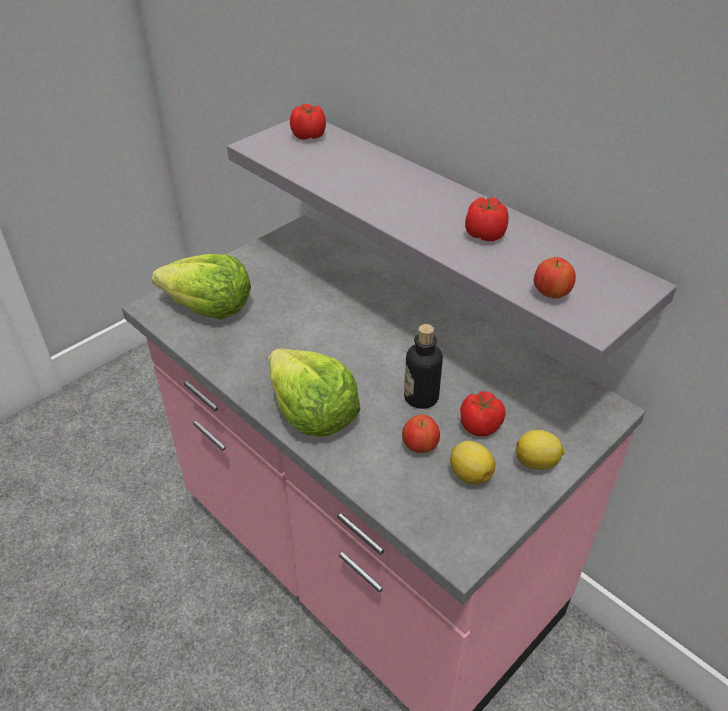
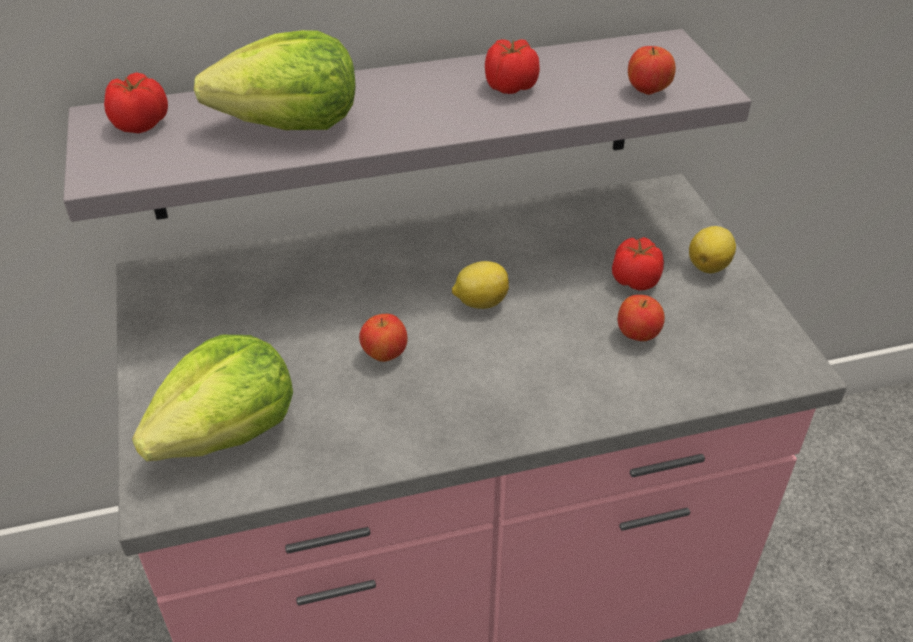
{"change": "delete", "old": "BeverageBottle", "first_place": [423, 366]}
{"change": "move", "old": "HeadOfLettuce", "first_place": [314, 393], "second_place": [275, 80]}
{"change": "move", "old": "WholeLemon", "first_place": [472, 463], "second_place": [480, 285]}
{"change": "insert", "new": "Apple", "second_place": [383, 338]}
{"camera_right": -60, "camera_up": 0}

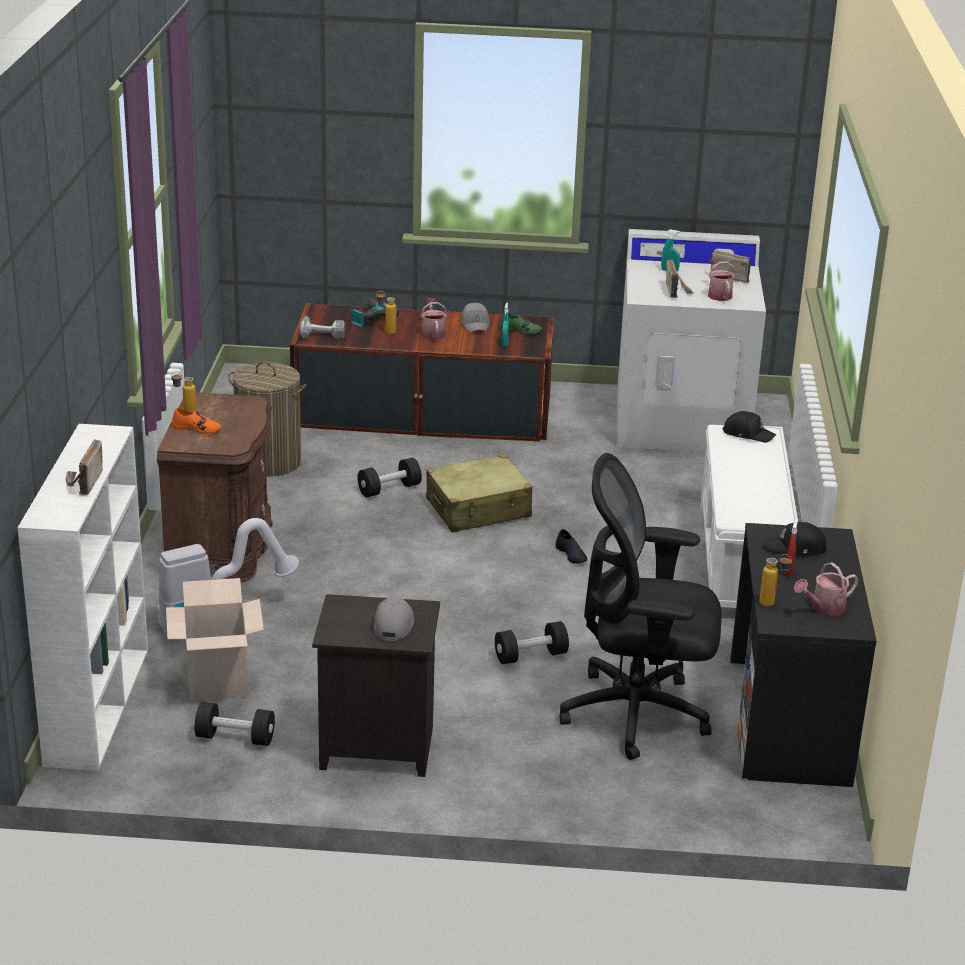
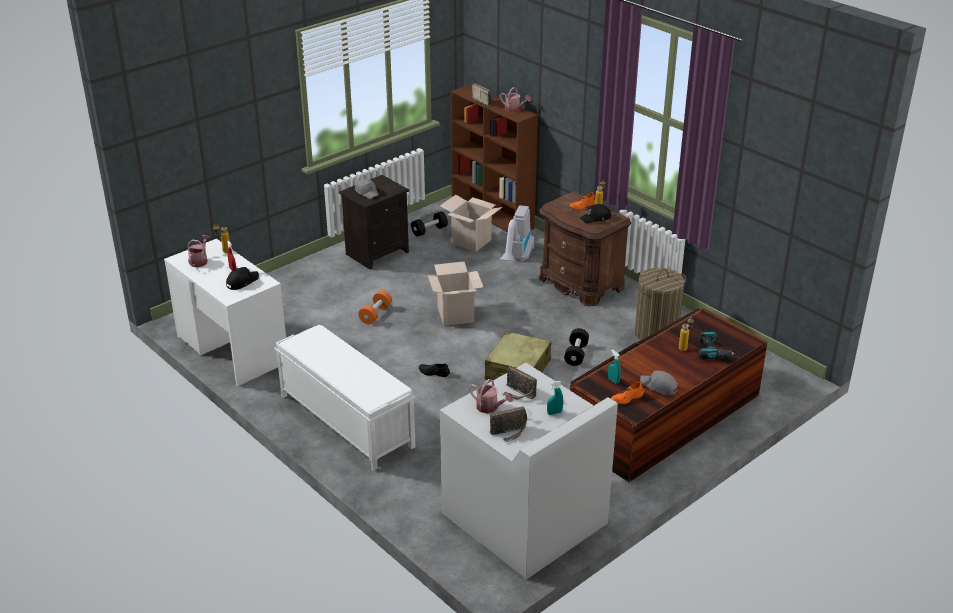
{"change": "move", "old": "SprinklingCan", "first_place": [434, 319], "second_place": [515, 99]}
{"change": "recolor", "old": "GreenLowShoe", "new": "OrangeColouredLowShoe", "first_place": [520, 324], "second_place": [627, 393]}
{"change": "delete", "old": "PowerDrill", "first_place": [322, 327]}
{"change": "move", "old": "BlackPeakedCap", "first_place": [749, 427], "second_place": [595, 213]}
{"change": "recolor", "old": "WhiteColouredShelvingUnit", "new": "BrownColouredShelvingUnit", "first_place": [83, 597], "second_place": [494, 158]}
{"change": "delete", "old": "BlackOfficeChair", "first_place": [641, 606]}
{"change": "recolor", "old": "BlackDeskUnit", "new": "WhiteColouredDeskUnit", "first_place": [803, 655], "second_place": [225, 312]}
{"change": "recolor", "old": "BlackDumbbell", "new": "OrangeColouredDumbbell", "first_place": [532, 642], "second_place": [375, 307]}
{"change": "insert", "new": "CardboardBox", "second_place": [455, 293]}
{"camera_right": 135, "camera_up": 5}

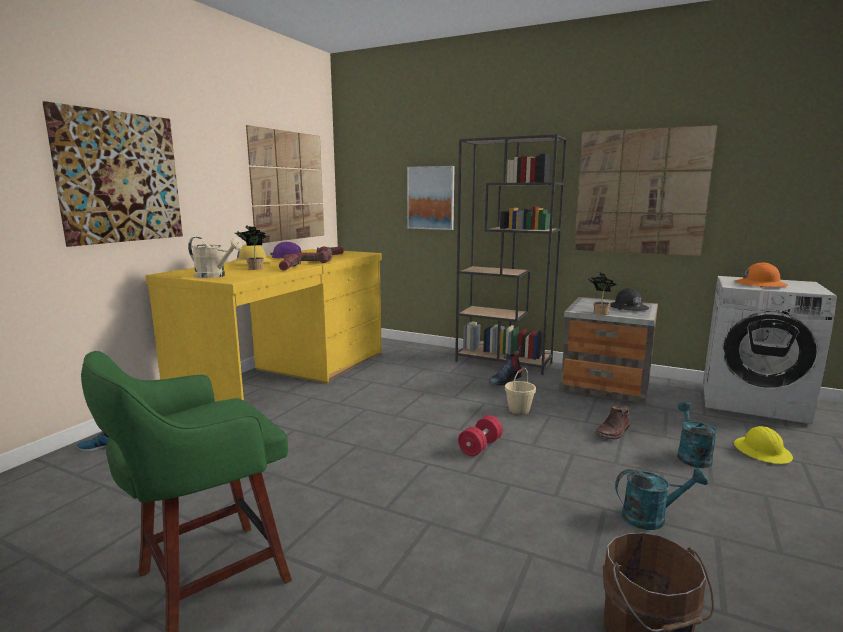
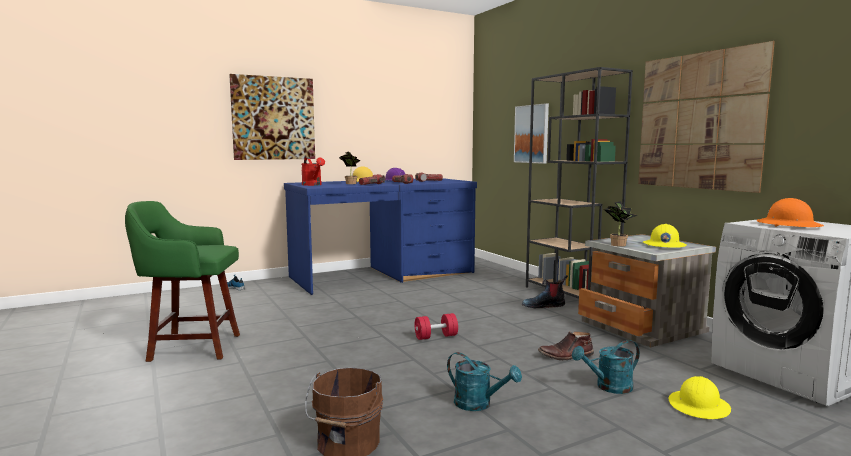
{"change": "delete", "old": "Picture", "first_place": [285, 184]}
{"change": "recolor", "old": "BeigeSprinklingCan", "new": "RedSprinklingCan", "first_place": [215, 257], "second_place": [313, 171]}
{"change": "recolor", "old": "YellowColouredDeskUnit", "new": "BluishDeskUnit", "first_place": [263, 325], "second_place": [380, 236]}
{"change": "recolor", "old": "BlackHardHat", "new": "YellowColouredHardHat", "first_place": [629, 299], "second_place": [665, 236]}
{"change": "delete", "old": "BeigePail", "first_place": [520, 391]}
{"change": "rotate", "old": "BlueGreenSprinklingCan", "first_place": [697, 435], "second_place": [606, 367], "degrees": -150}
{"camera_right": 35, "camera_up": -5}

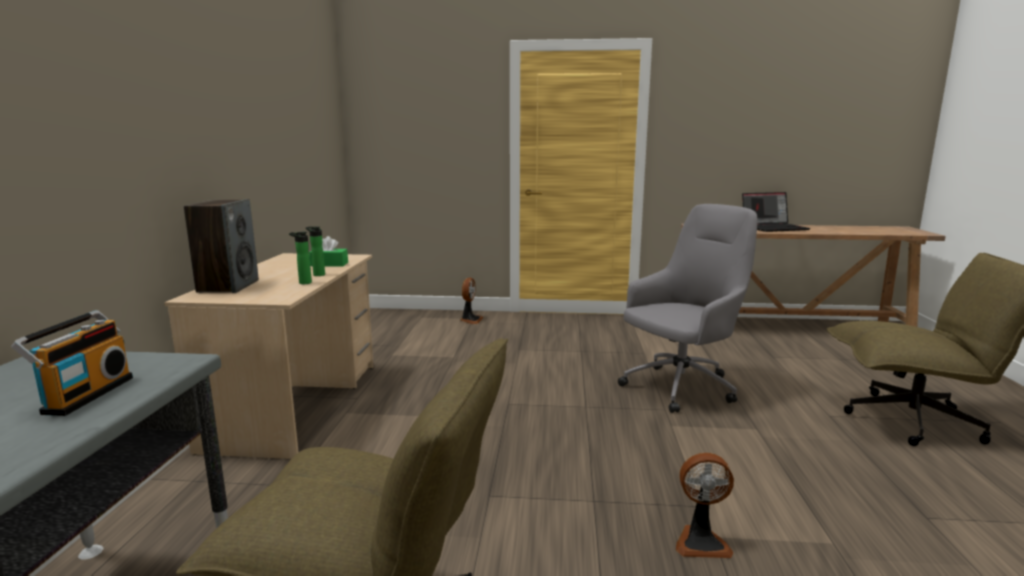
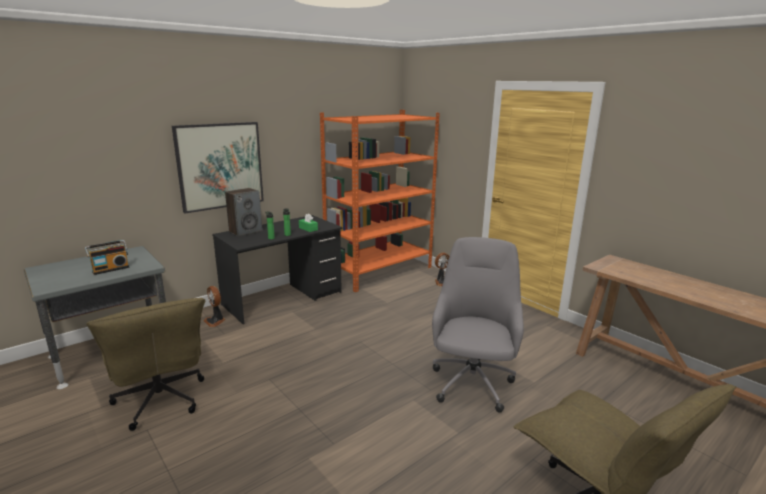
{"change": "delete", "old": "NotebookComputer", "first_place": [776, 212]}
{"change": "rotate", "old": "GreyOfficeChair", "first_place": [687, 308], "second_place": [478, 325], "degrees": -90}
{"change": "recolor", "old": "BeigeDeskUnit", "new": "BlackDeskUnit", "first_place": [268, 356], "second_place": [277, 269]}
{"change": "move", "old": "Fan", "first_place": [705, 505], "second_place": [214, 306]}
{"change": "insert", "new": "OrangeColouredShelvingUnit", "second_place": [380, 201]}
{"change": "insert", "new": "Picture", "second_place": [218, 168]}
{"camera_right": 45, "camera_up": 5}

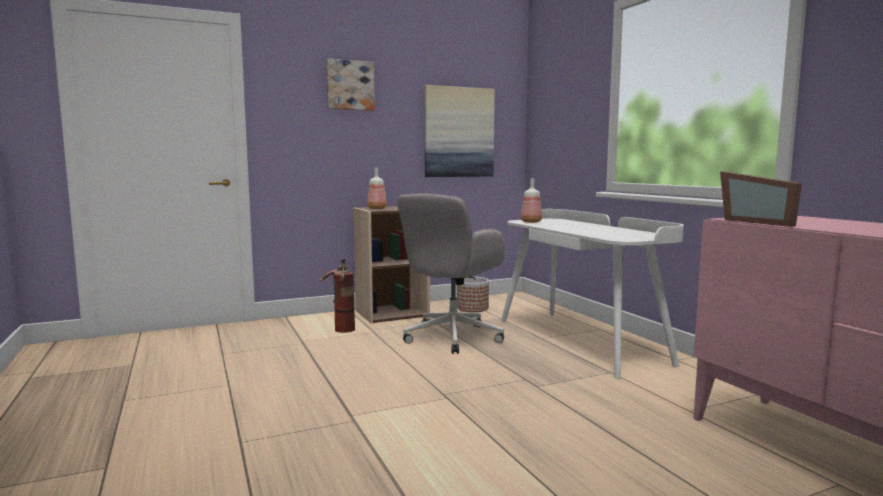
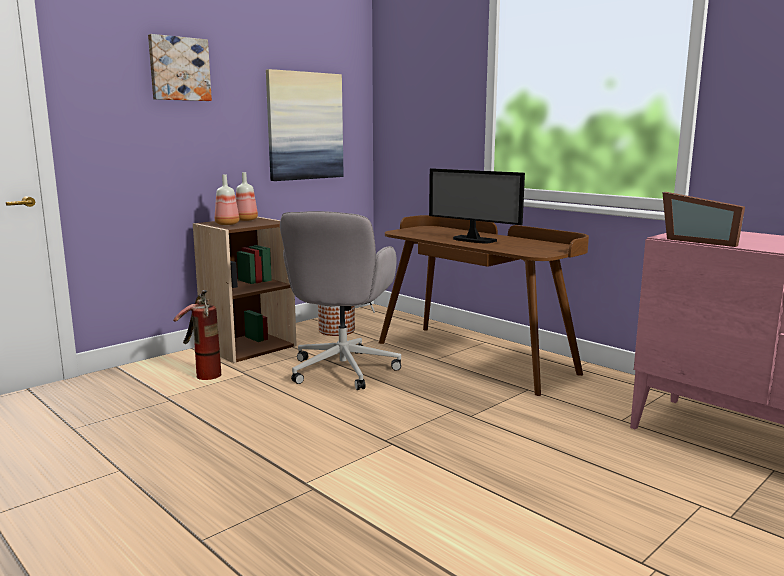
{"change": "move", "old": "BeverageBottle", "first_place": [531, 201], "second_place": [247, 196]}
{"change": "recolor", "old": "WhiteColouredDeskUnit", "new": "BrownColouredDeskUnit", "first_place": [592, 294], "second_place": [484, 305]}
{"change": "insert", "new": "Monitor", "second_place": [477, 205]}
{"camera_right": -20, "camera_up": 5}

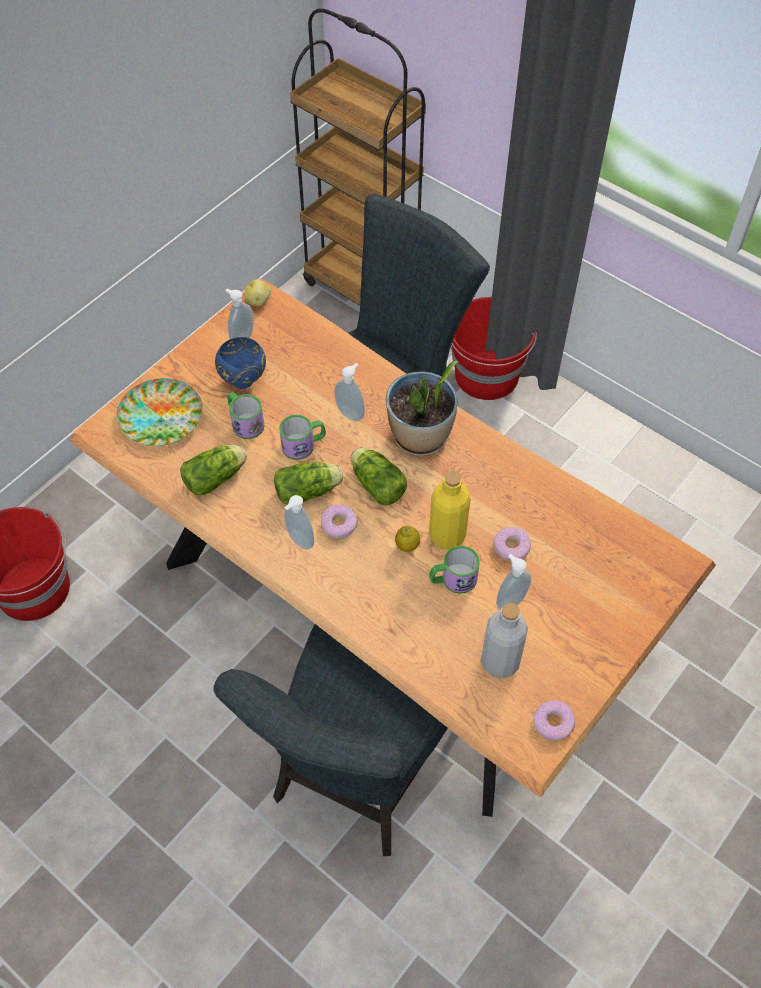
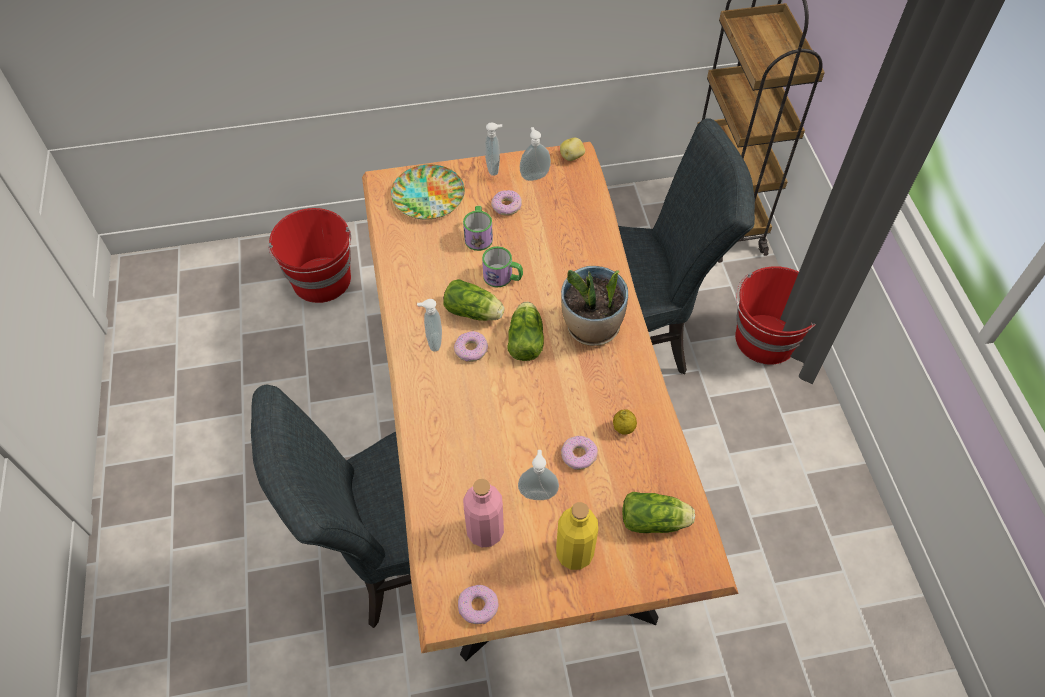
{"change": "replace", "old": "BluishBowl", "new": "RingDoughnut", "first_place": [240, 363], "second_place": [506, 203]}
{"change": "move", "old": "SoapBottle", "first_place": [349, 392], "second_place": [493, 149]}
{"change": "move", "old": "HeadOfLettuce", "first_place": [213, 470], "second_place": [658, 512]}
{"change": "move", "old": "YellowColouredBeverageBottle", "first_place": [449, 510], "second_place": [577, 536]}
{"change": "move", "old": "WholeLemon", "first_place": [407, 539], "second_place": [625, 422]}
{"change": "delete", "old": "TeaMug", "first_place": [454, 570]}
{"change": "recolor", "old": "GreyBeverageBottle", "new": "PinkishBeverageBottle", "first_place": [504, 641], "second_place": [483, 513]}
{"camera_right": 40, "camera_up": 0}

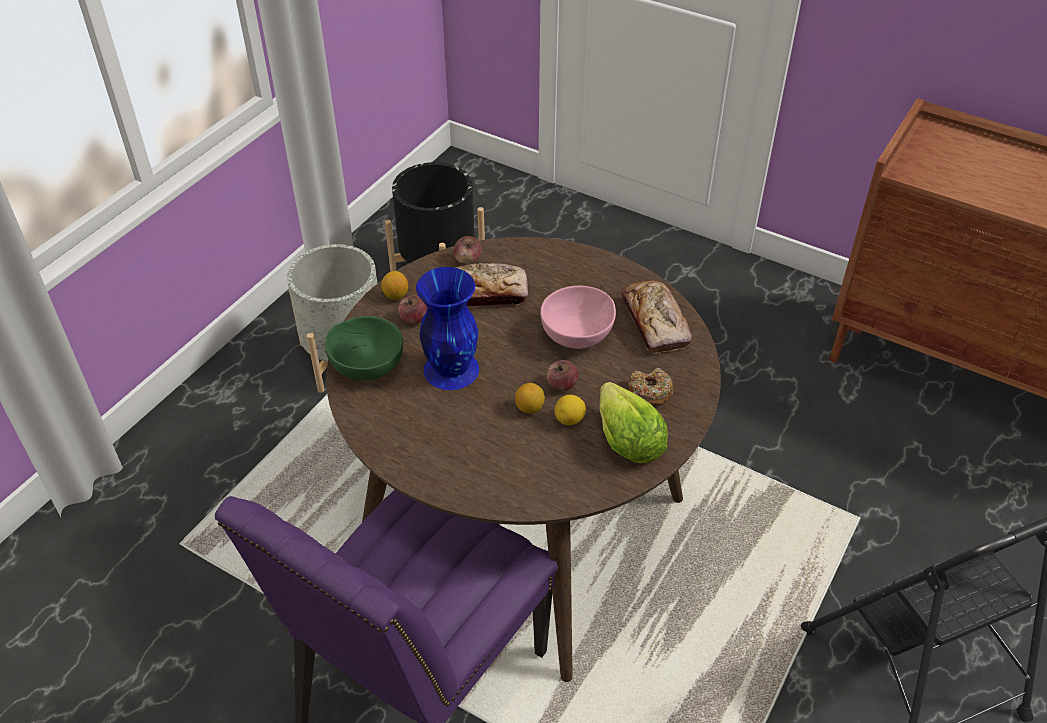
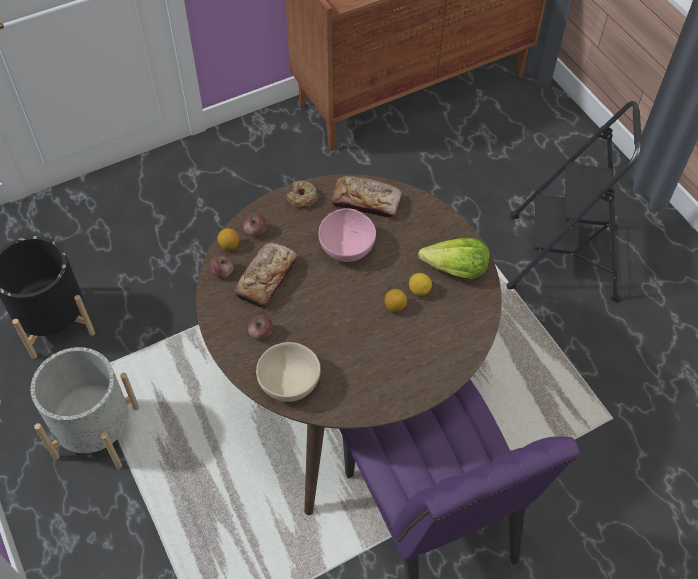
{"change": "delete", "old": "BluishDecorativeVase", "first_place": [447, 328]}
{"change": "move", "old": "WholeLemon", "first_place": [394, 285], "second_place": [228, 239]}
{"change": "recolor", "old": "GreenBowl", "new": "BeigeBowl", "first_place": [364, 348], "second_place": [288, 372]}
{"change": "move", "old": "Apple", "first_place": [562, 375], "second_place": [255, 225]}
{"change": "move", "old": "RingDoughnut", "first_place": [651, 387], "second_place": [302, 194]}
{"camera_right": -60, "camera_up": 10}

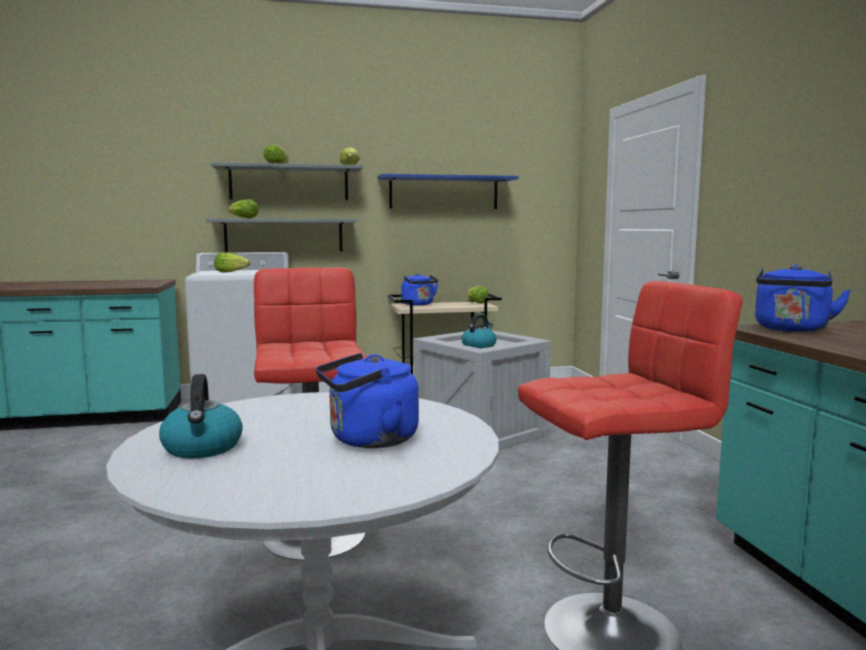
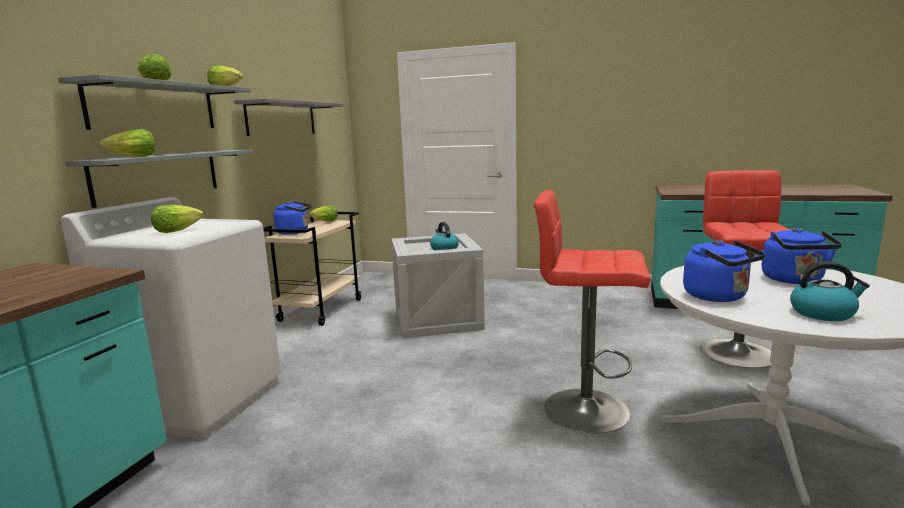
{"change": "recolor", "old": "BluishShelf", "new": "GreyShelf", "first_place": [448, 191], "second_place": [288, 117]}
{"change": "move", "old": "BluishWaterKettle", "first_place": [803, 298], "second_place": [724, 271]}
{"camera_right": -60, "camera_up": 5}

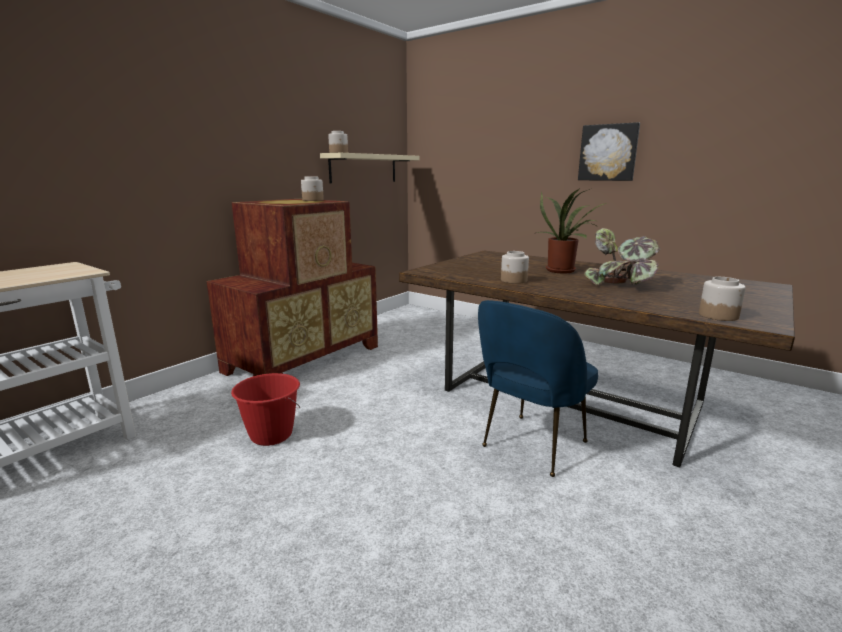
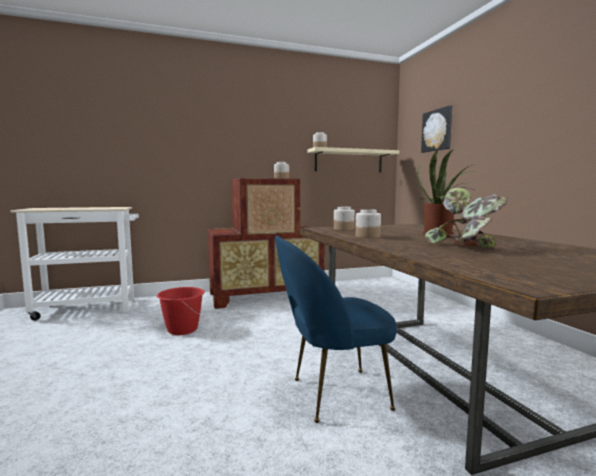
{"change": "move", "old": "Picture", "first_place": [609, 151], "second_place": [436, 129]}
{"change": "move", "old": "StorageJar", "first_place": [722, 299], "second_place": [344, 218]}
{"camera_right": 35, "camera_up": -10}

